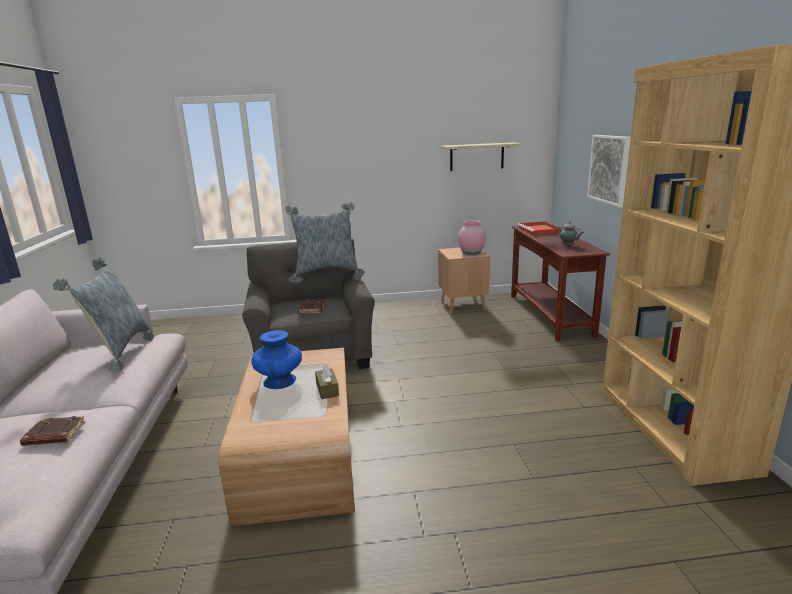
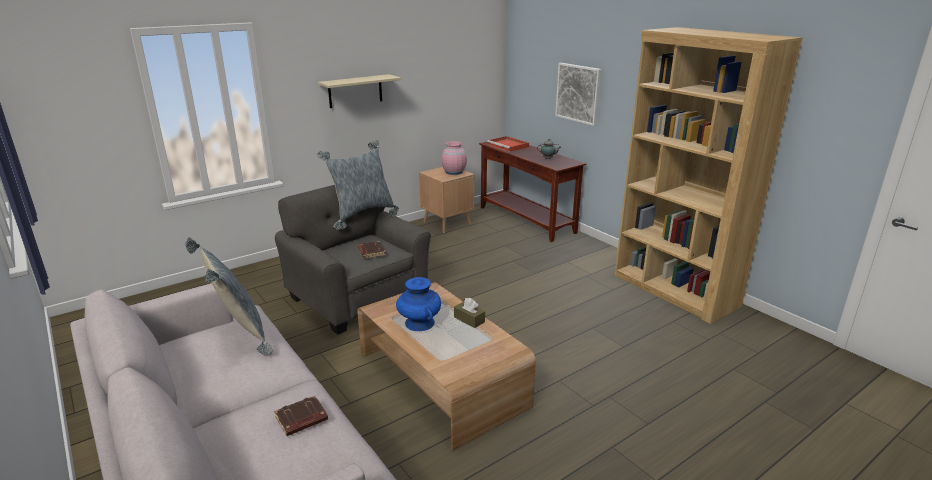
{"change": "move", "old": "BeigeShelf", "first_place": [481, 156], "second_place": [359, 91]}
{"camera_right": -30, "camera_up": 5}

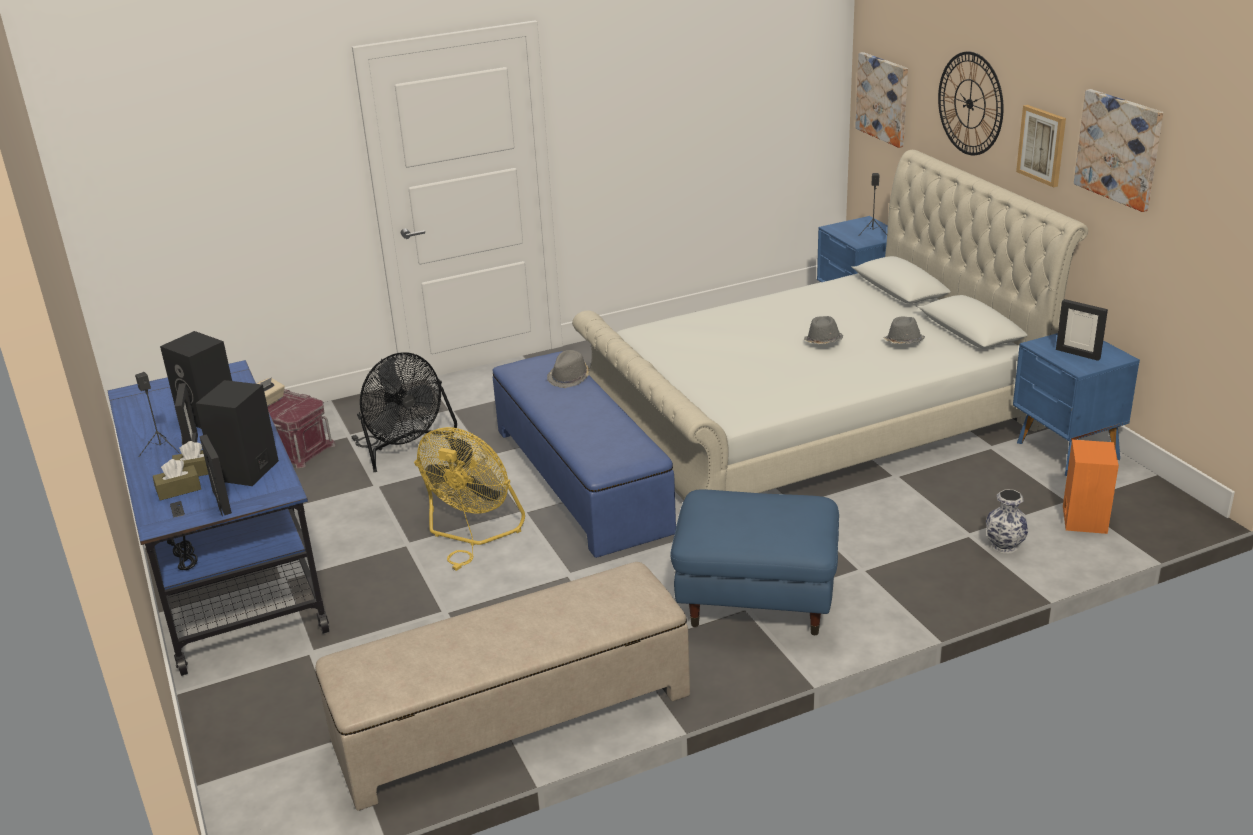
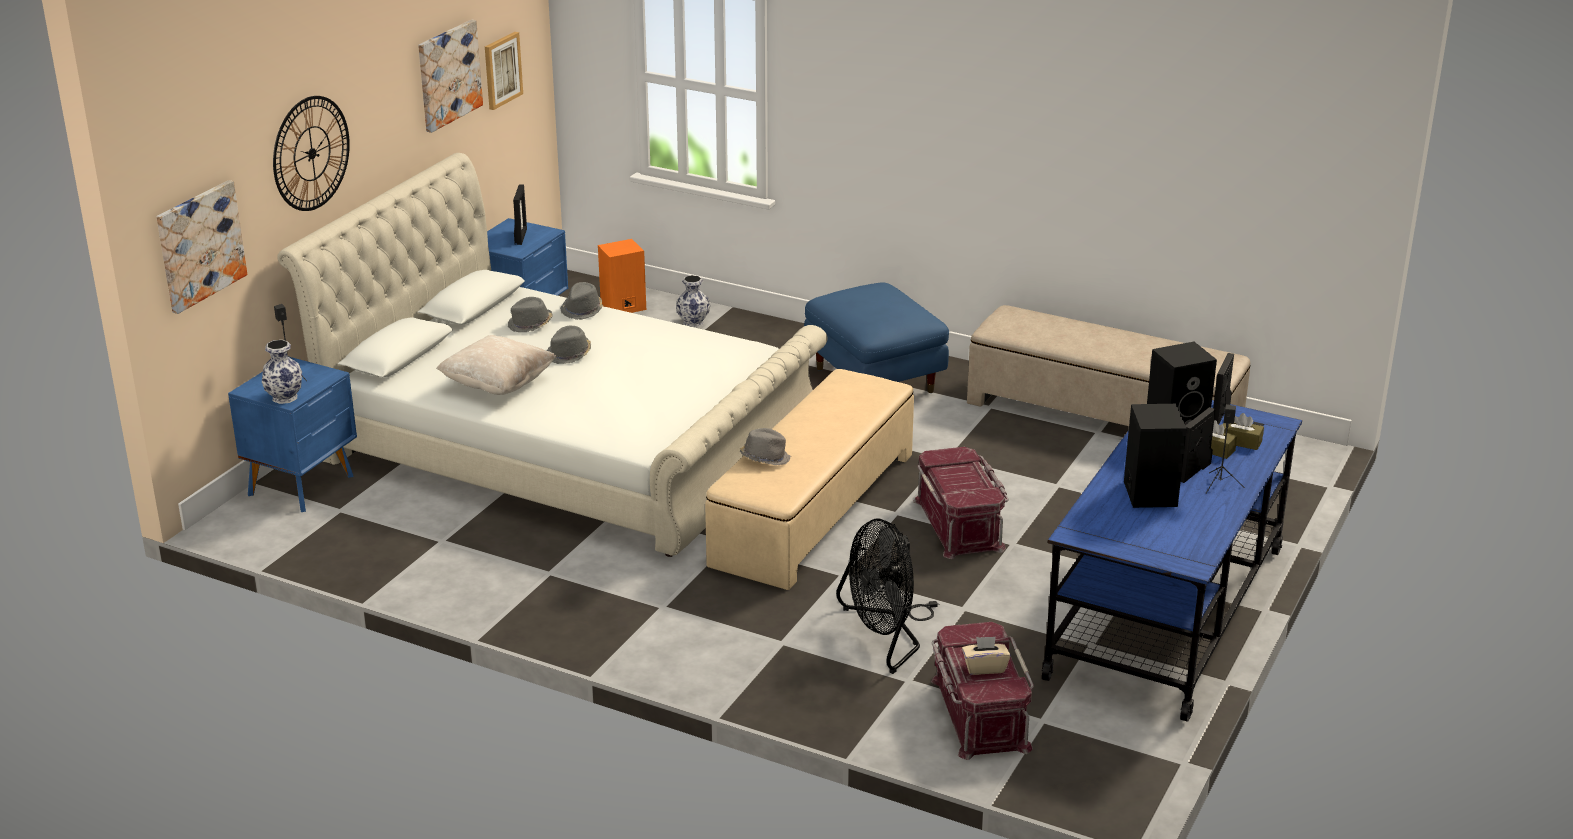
{"change": "move", "old": "Picture", "first_place": [1041, 146], "second_place": [504, 71]}
{"change": "recolor", "old": "BluishLongSeat", "new": "BeigeLongSeat", "first_place": [584, 454], "second_place": [809, 479]}
{"change": "rotate", "old": "BlackFan", "first_place": [404, 412], "second_place": [888, 596], "degrees": -120}
{"change": "replace", "old": "YellowColouredFan", "new": "RedStorageBox", "first_place": [469, 499], "second_place": [961, 503]}
{"change": "insert", "new": "GreyClothingHat", "second_place": [581, 301]}
{"change": "insert", "new": "BeigeCushion", "second_place": [496, 365]}
{"change": "insert", "new": "DecorativeVase", "second_place": [282, 372]}
{"camera_right": -130, "camera_up": 0}

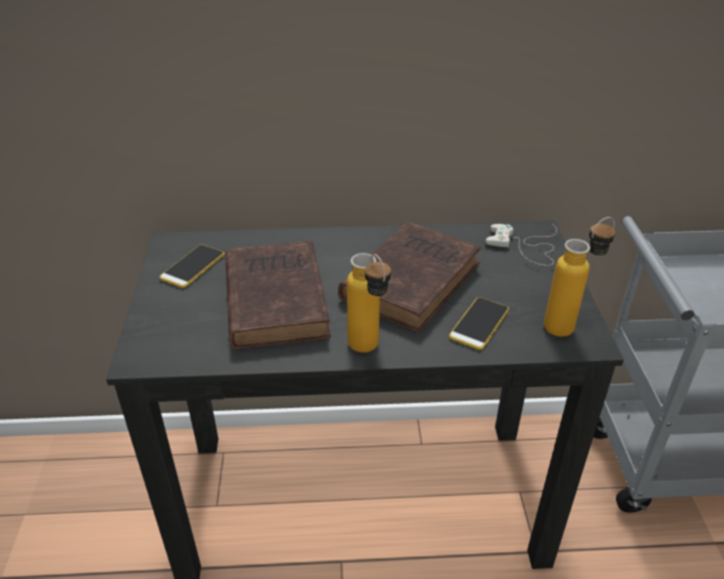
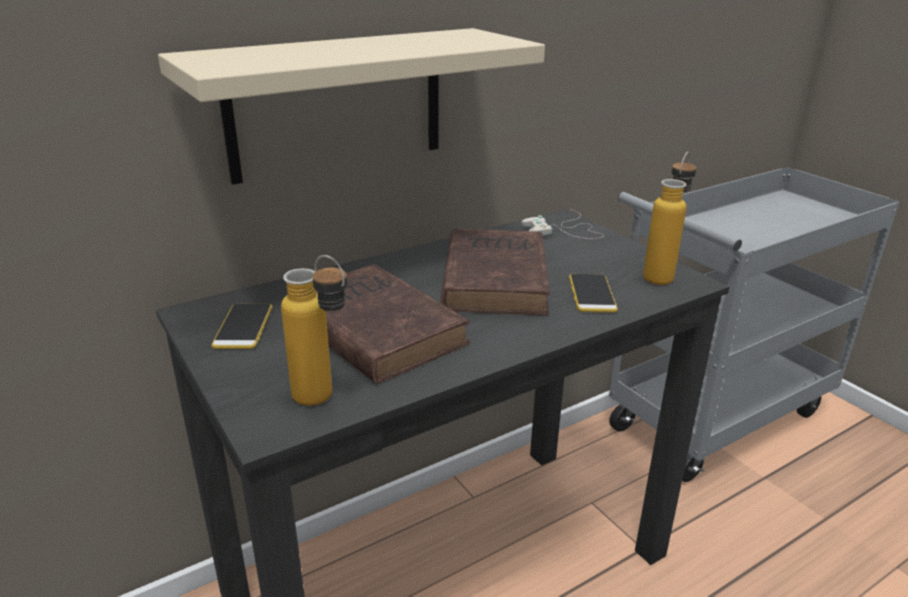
{"change": "move", "old": "BeverageBottle", "first_place": [369, 303], "second_place": [314, 330]}
{"change": "insert", "new": "BeigeShelf", "second_place": [351, 106]}
{"camera_right": -30, "camera_up": -10}

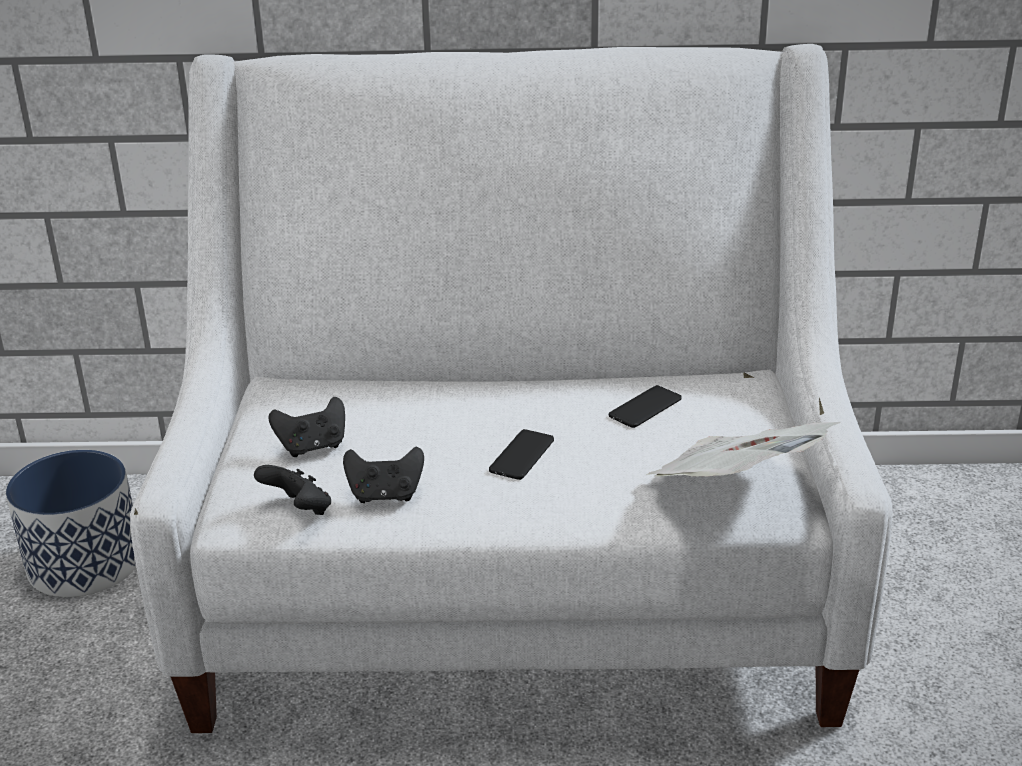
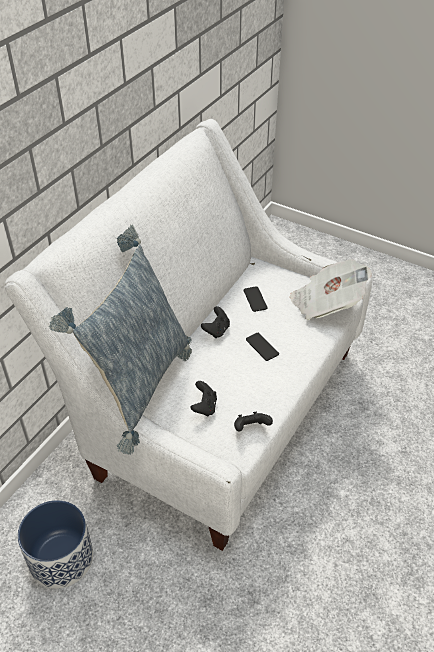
{"change": "move", "old": "BlackGameController", "first_place": [383, 475], "second_place": [215, 322]}
{"change": "insert", "new": "Cushion", "second_place": [120, 340]}
{"camera_right": -60, "camera_up": 15}

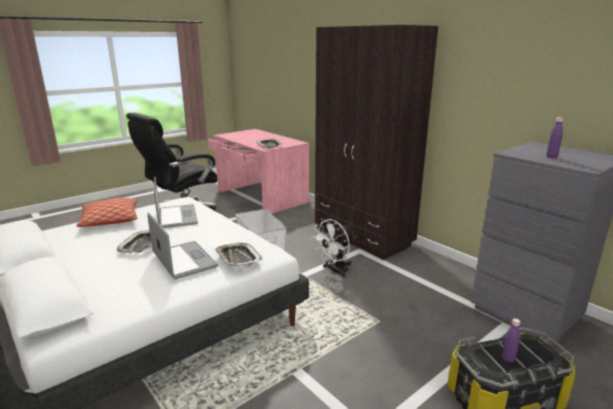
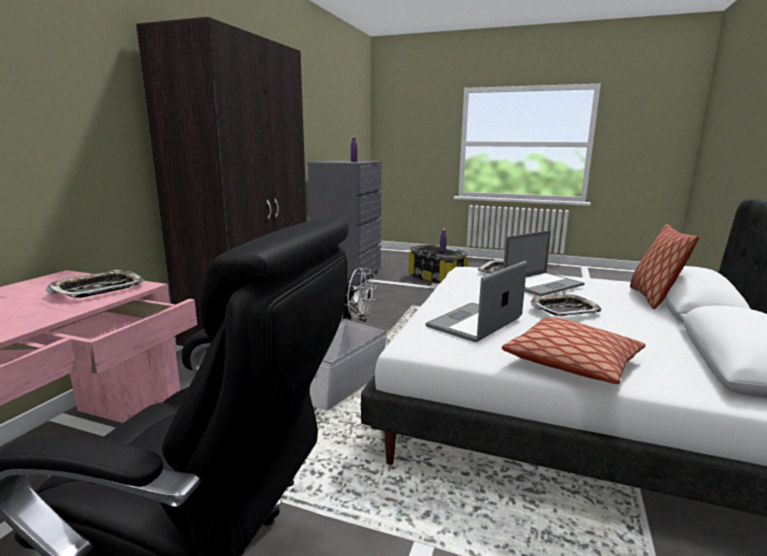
{"change": "rotate", "old": "NotebookComputer", "first_place": [182, 245], "second_place": [544, 263], "degrees": -150}
{"change": "insert", "new": "Cushion", "second_place": [664, 266]}
{"camera_right": -120, "camera_up": -5}

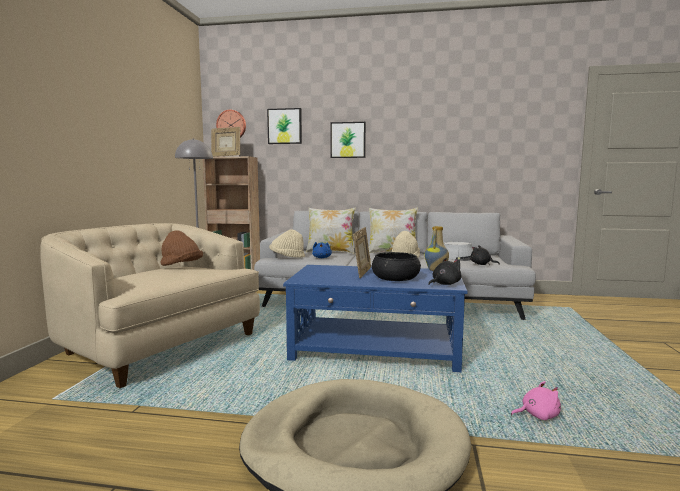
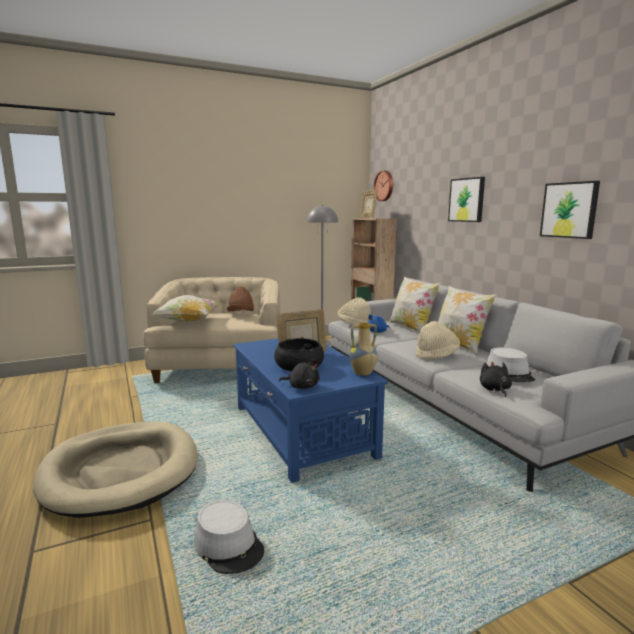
{"change": "move", "old": "Picture", "first_place": [284, 126], "second_place": [570, 210]}
{"change": "replace", "old": "PinkishPlushToy", "new": "GreyClothingHat", "first_place": [536, 400], "second_place": [229, 537]}
{"change": "insert", "new": "Cushion", "second_place": [185, 309]}
{"camera_right": 55, "camera_up": 5}

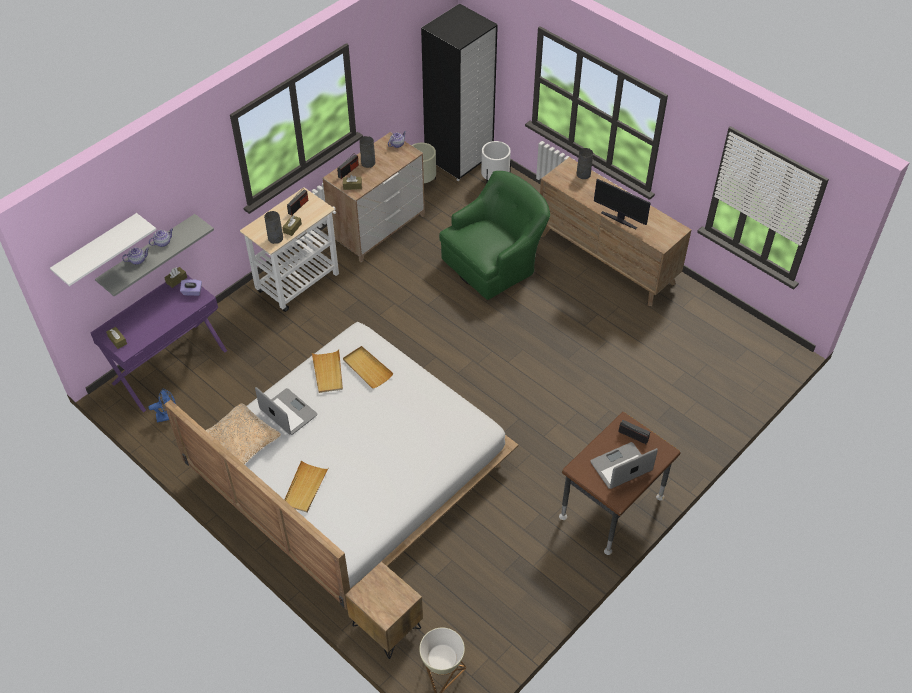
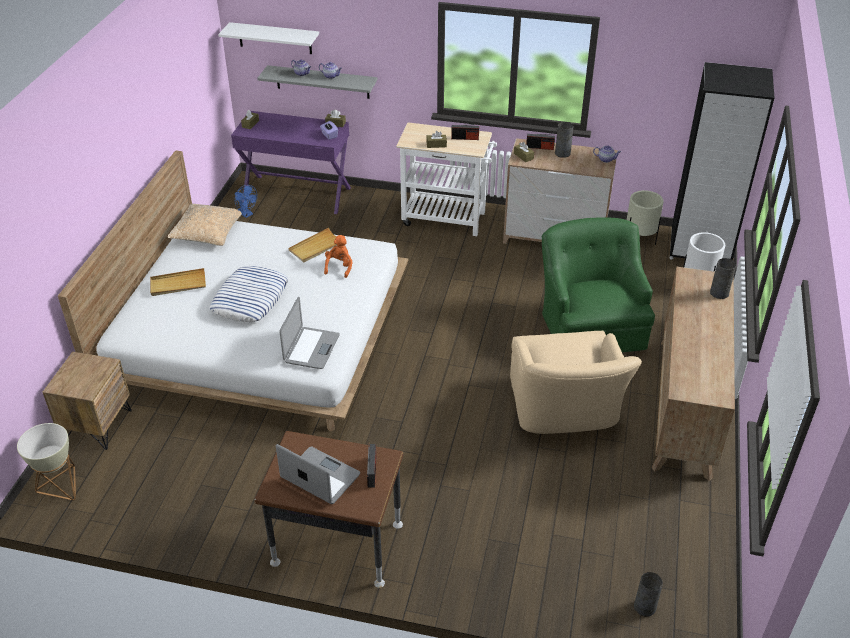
{"change": "rotate", "old": "GreenEasyChair", "first_place": [494, 235], "second_place": [598, 284], "degrees": -120}
{"change": "delete", "old": "Monitor", "first_place": [622, 203]}
{"change": "move", "old": "GreyDecorativeVase", "first_place": [273, 227], "second_place": [648, 594]}
{"change": "replace", "old": "BeigeServingTray", "new": "OrangeColouredPlushToy", "first_place": [368, 367], "second_place": [338, 256]}
{"change": "move", "old": "NotebookComputer", "first_place": [286, 411], "second_place": [309, 333]}
{"change": "insert", "new": "Cushion", "second_place": [248, 294]}
{"change": "insert", "new": "BeigeEasyChair", "second_place": [576, 382]}
{"camera_right": 60, "camera_up": -10}

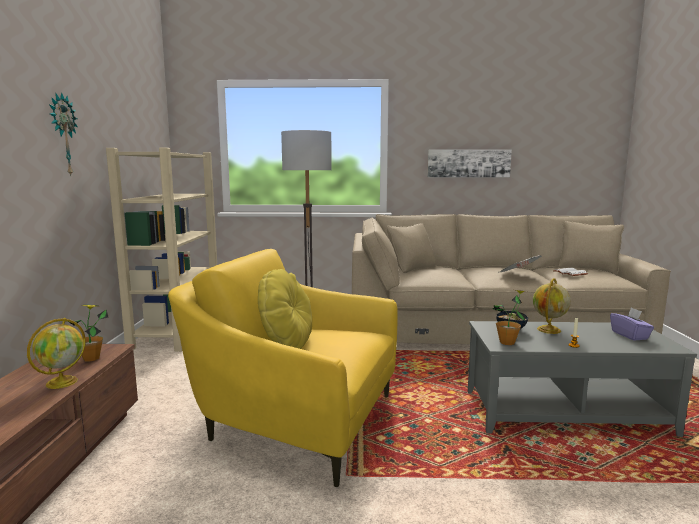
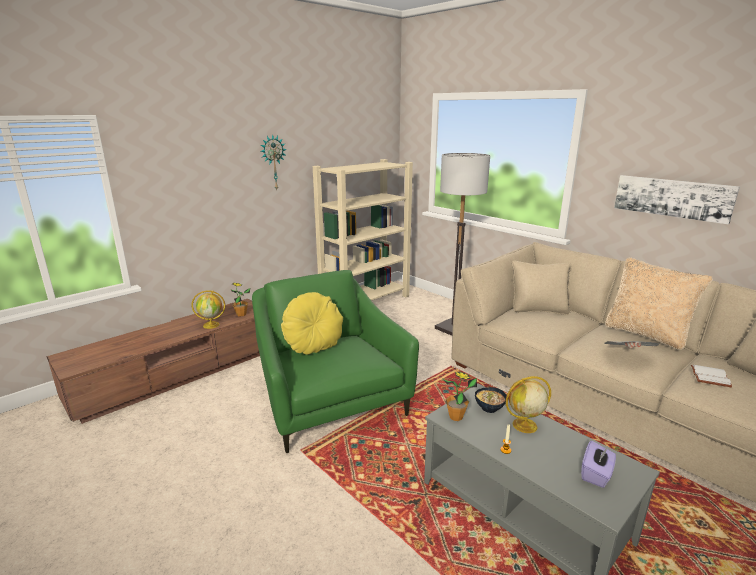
{"change": "recolor", "old": "YellowColouredEasyChair", "new": "GreenEasyChair", "first_place": [283, 368], "second_place": [335, 361]}
{"change": "insert", "new": "BeigeCushion", "second_place": [658, 303]}
{"camera_right": 45, "camera_up": 10}

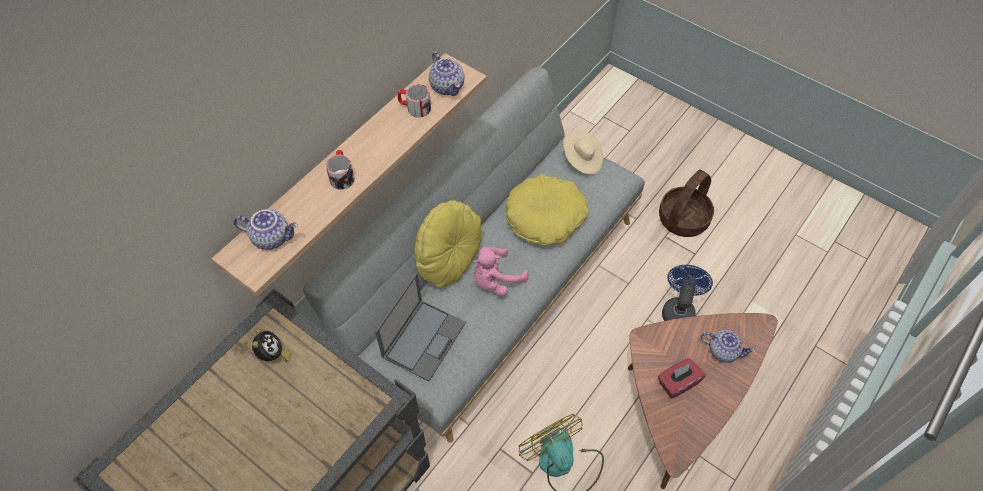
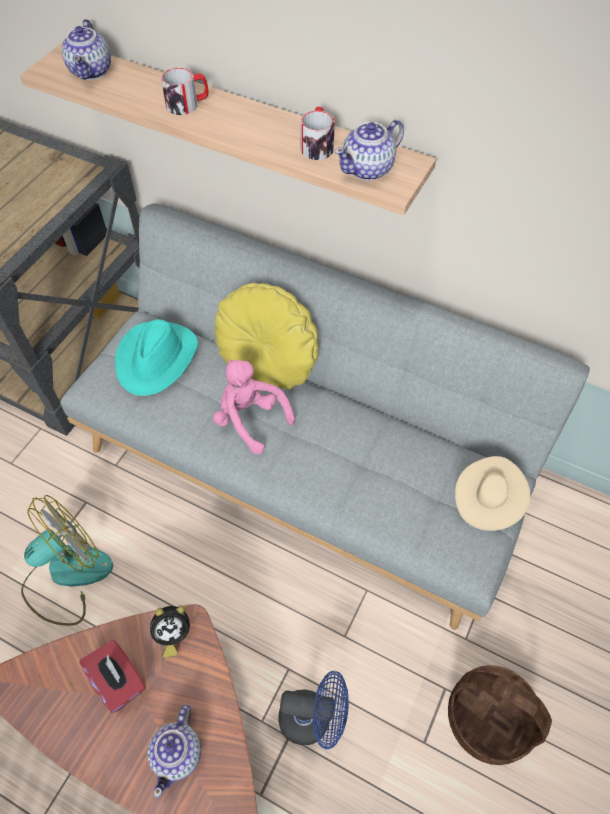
{"change": "delete", "old": "YellowColouredCushion", "first_place": [547, 210]}
{"change": "replace", "old": "NotebookComputer", "new": "BlueGreenClothingHat", "first_place": [420, 327], "second_place": [156, 357]}
{"change": "move", "old": "BedsideClock", "first_place": [271, 345], "second_place": [170, 631]}
{"camera_right": 80, "camera_up": 0}

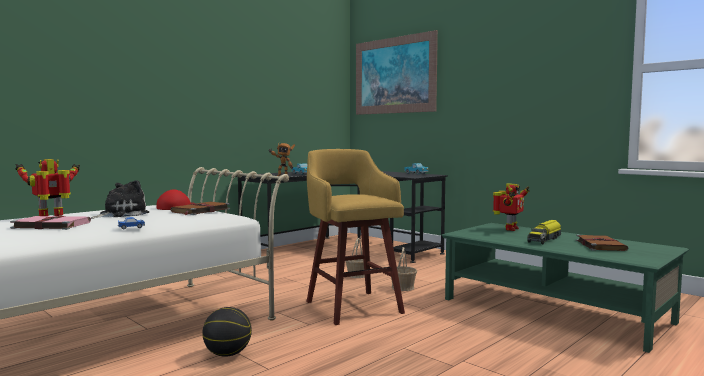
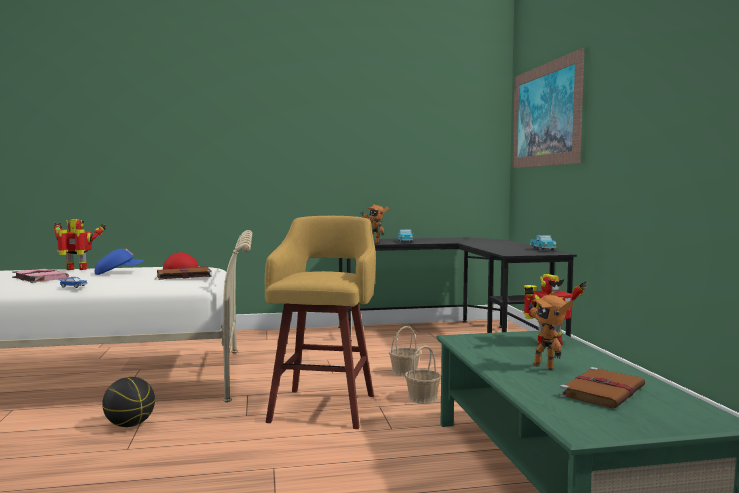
{"change": "replace", "old": "PlushToy", "new": "BluishPeakedCap", "first_place": [120, 199], "second_place": [119, 262]}
{"change": "replace", "old": "ToyLorry", "new": "ToyRobot", "first_place": [544, 232], "second_place": [551, 330]}
{"camera_right": 35, "camera_up": 0}

